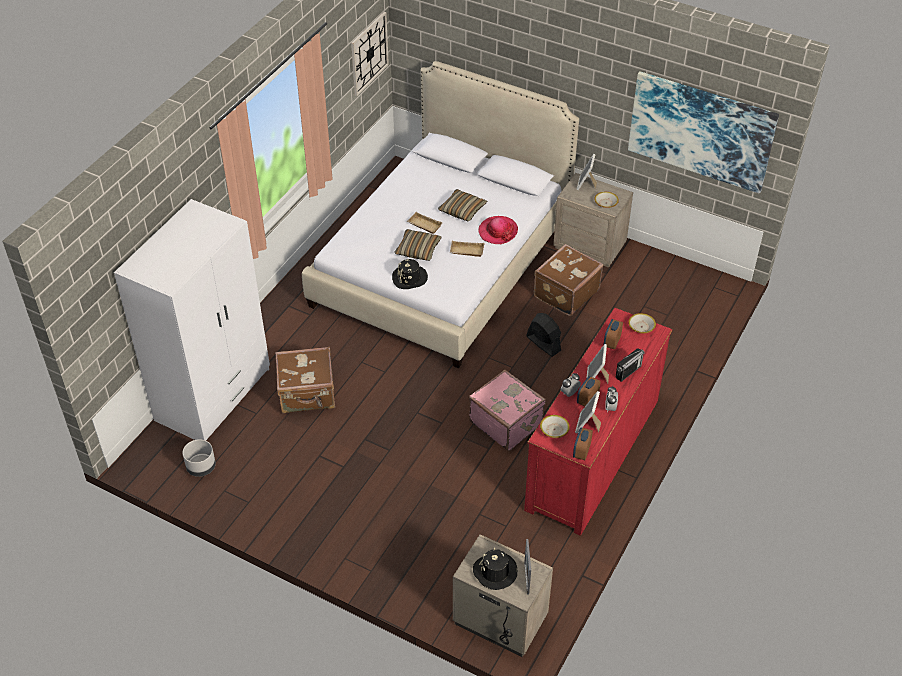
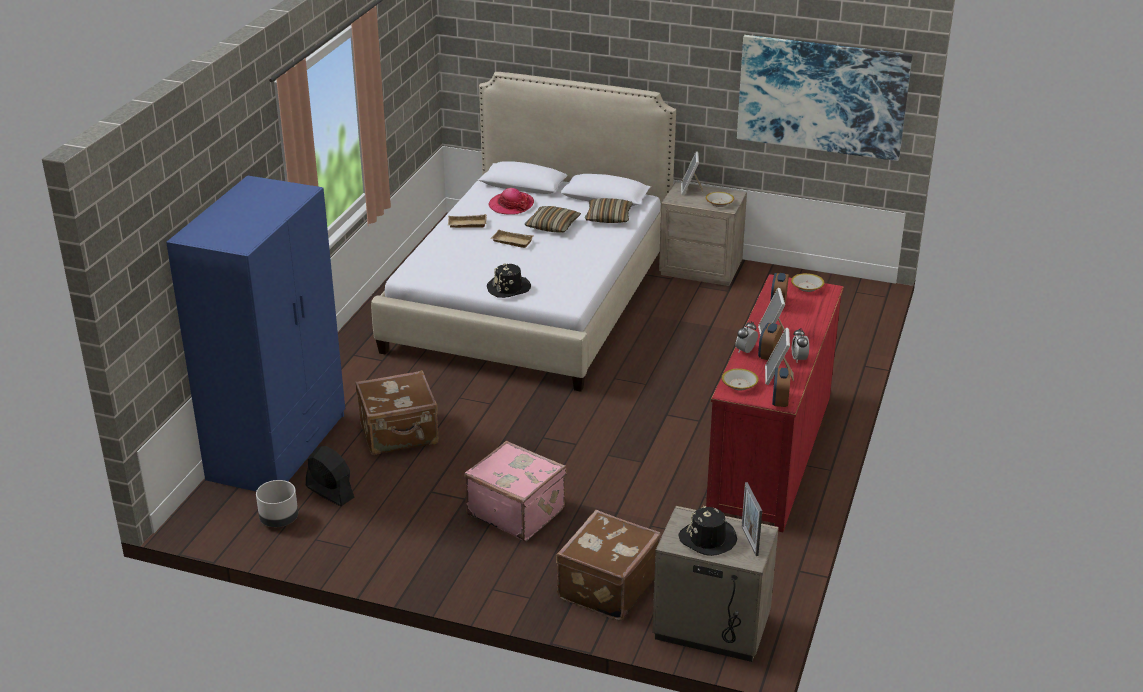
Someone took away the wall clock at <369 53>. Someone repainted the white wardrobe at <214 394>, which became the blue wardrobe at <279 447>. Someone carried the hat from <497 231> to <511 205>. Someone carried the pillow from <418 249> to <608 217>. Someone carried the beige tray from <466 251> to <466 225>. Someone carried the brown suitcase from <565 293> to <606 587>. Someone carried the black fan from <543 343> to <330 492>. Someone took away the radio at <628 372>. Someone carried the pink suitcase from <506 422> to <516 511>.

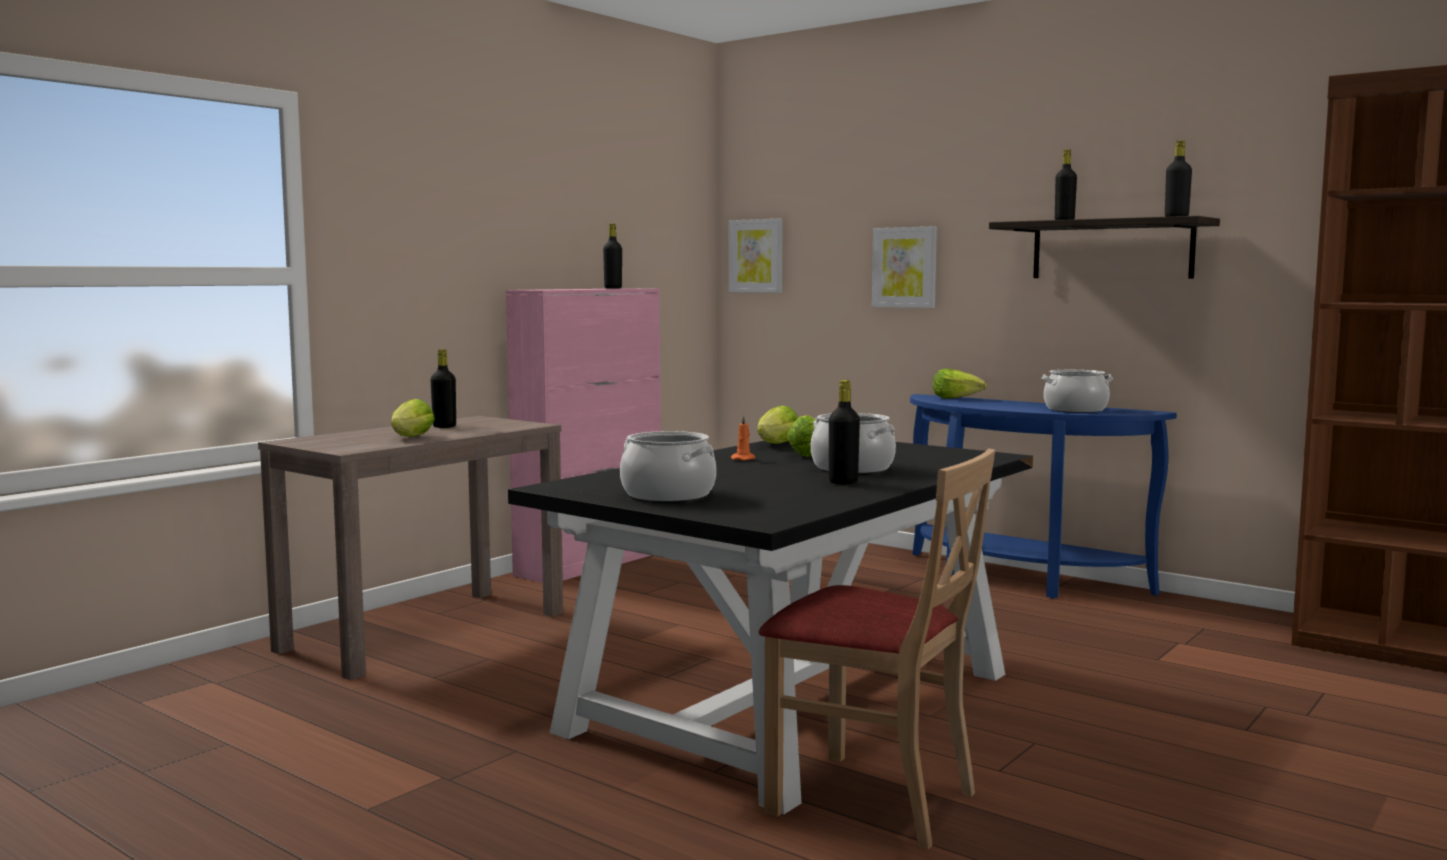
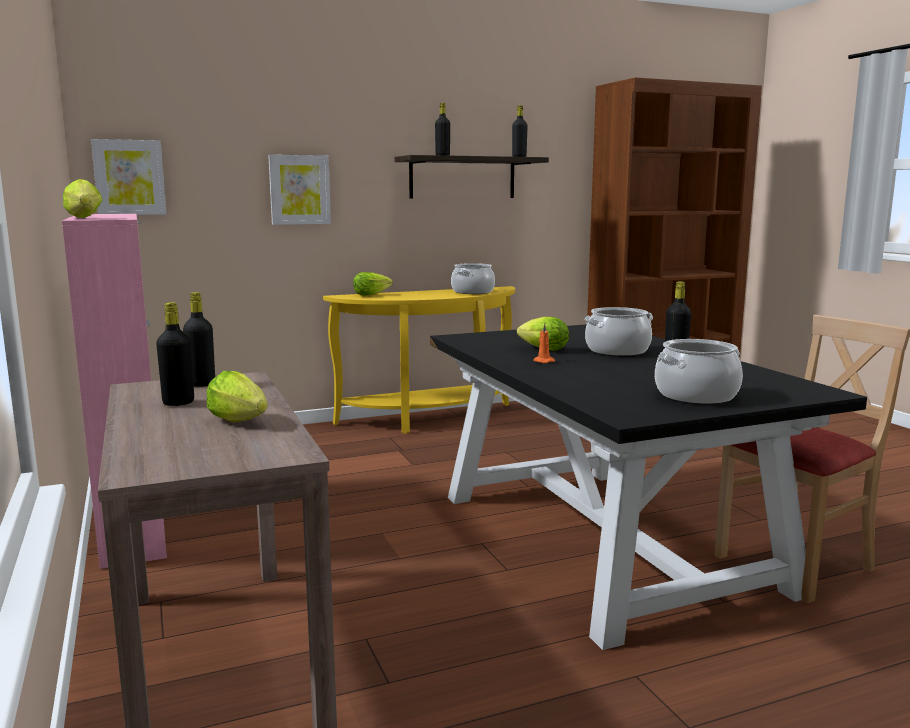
Someone carried the black bottle from <613 288> to <201 384>. Someone repainted the blue console table at <1015 580>, which became the yellow console table at <432 420>. Someone carried the lettuce from <775 445> to <85 218>.

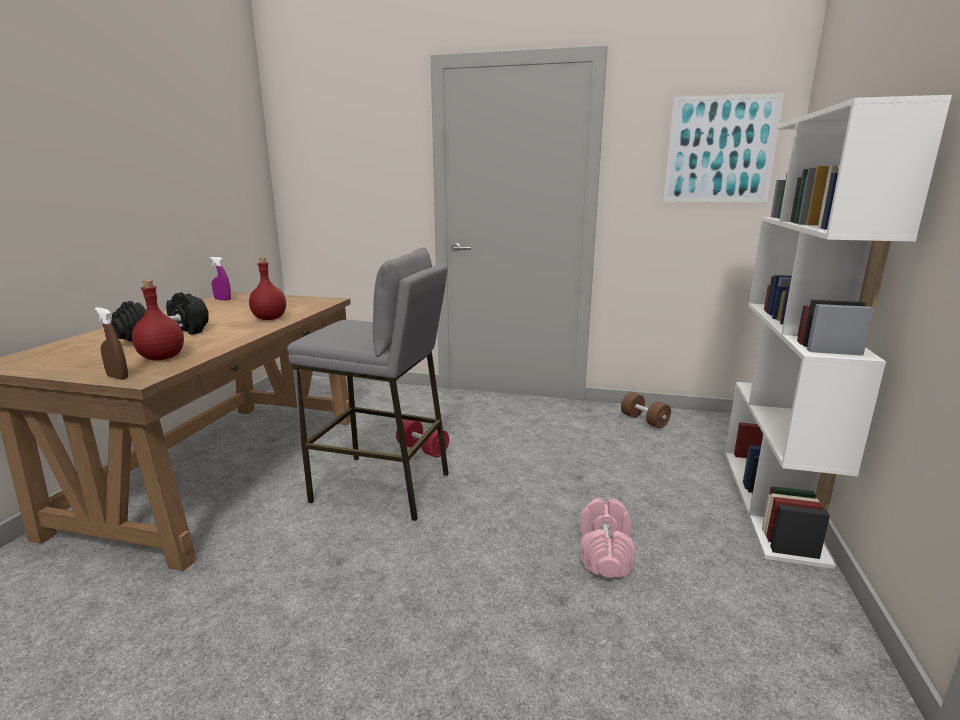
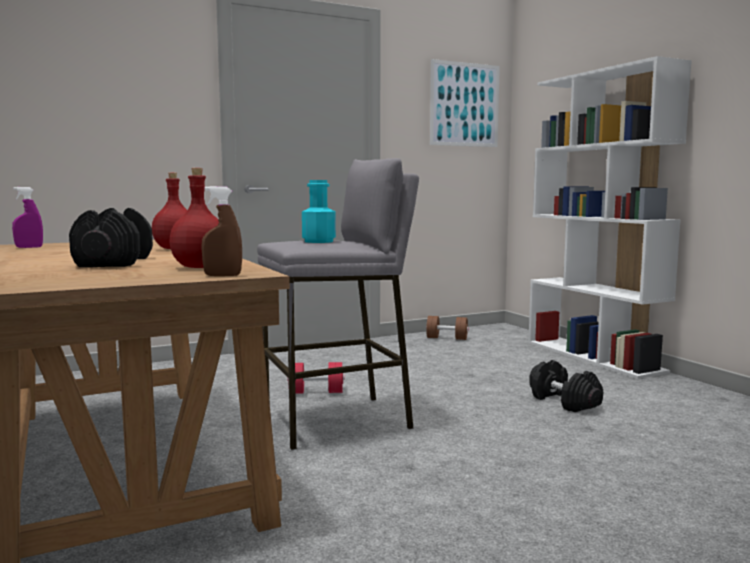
Someone repainted the pink dumbbell at <604 552>, which became the black dumbbell at <563 402>. Someone put down the turquoise bottle at <319 241>.

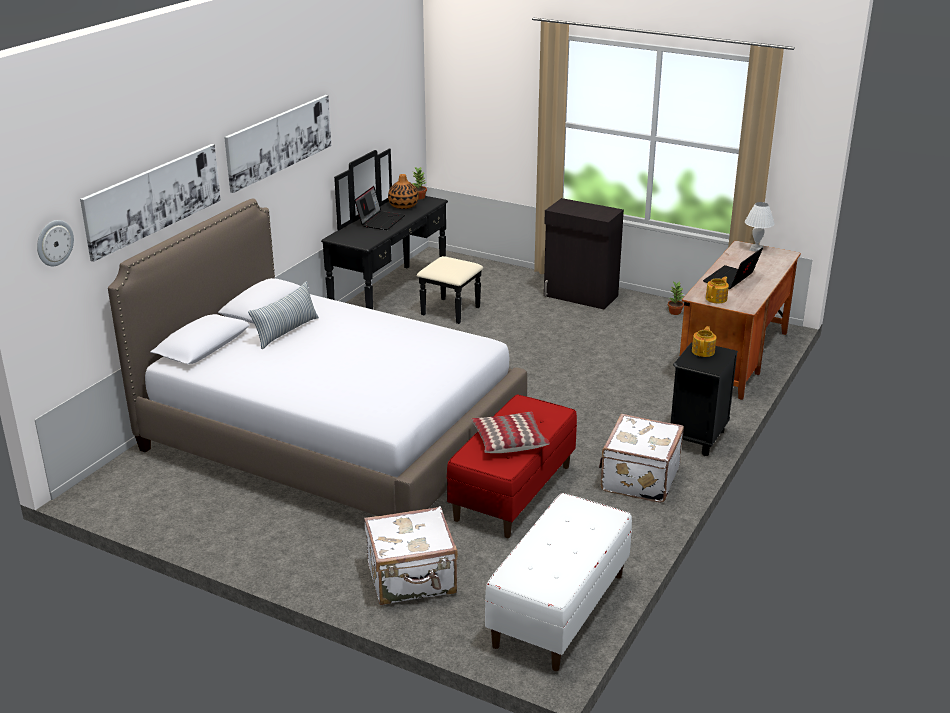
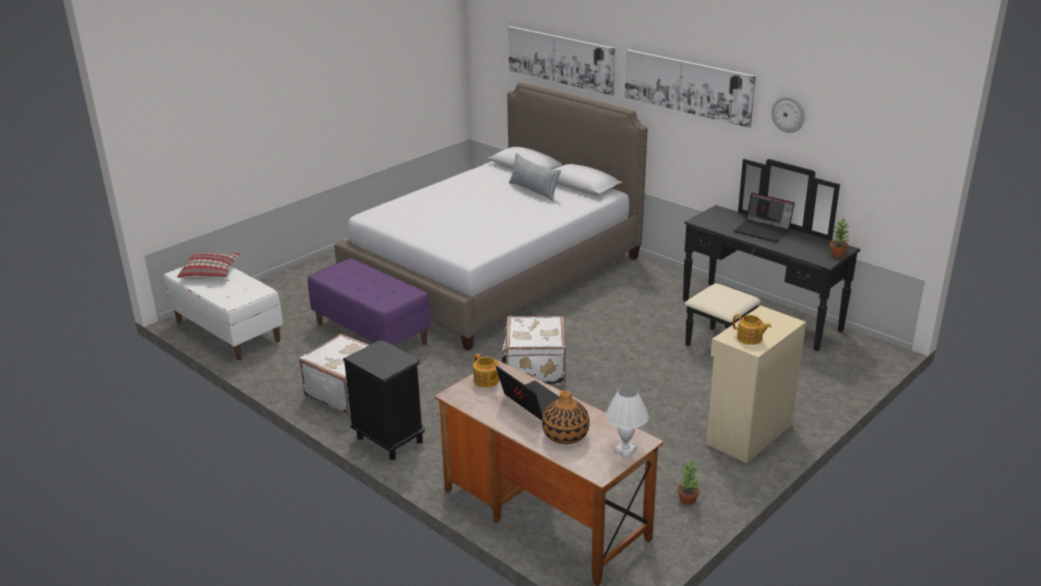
Someone carried the vase from <403 206> to <565 435>. Someone repainted the black cabinet at <580 296>, which became the beige cabinet at <748 433>. Someone carried the wall clock from <54 242> to <788 114>. Someone carried the teapot from <703 351> to <750 339>. Someone repainted the red bench at <512 492>, which became the purple bench at <372 333>. Someone carried the pillow from <509 440> to <211 272>. Someone carried the white suitcase from <412 580> to <534 370>.

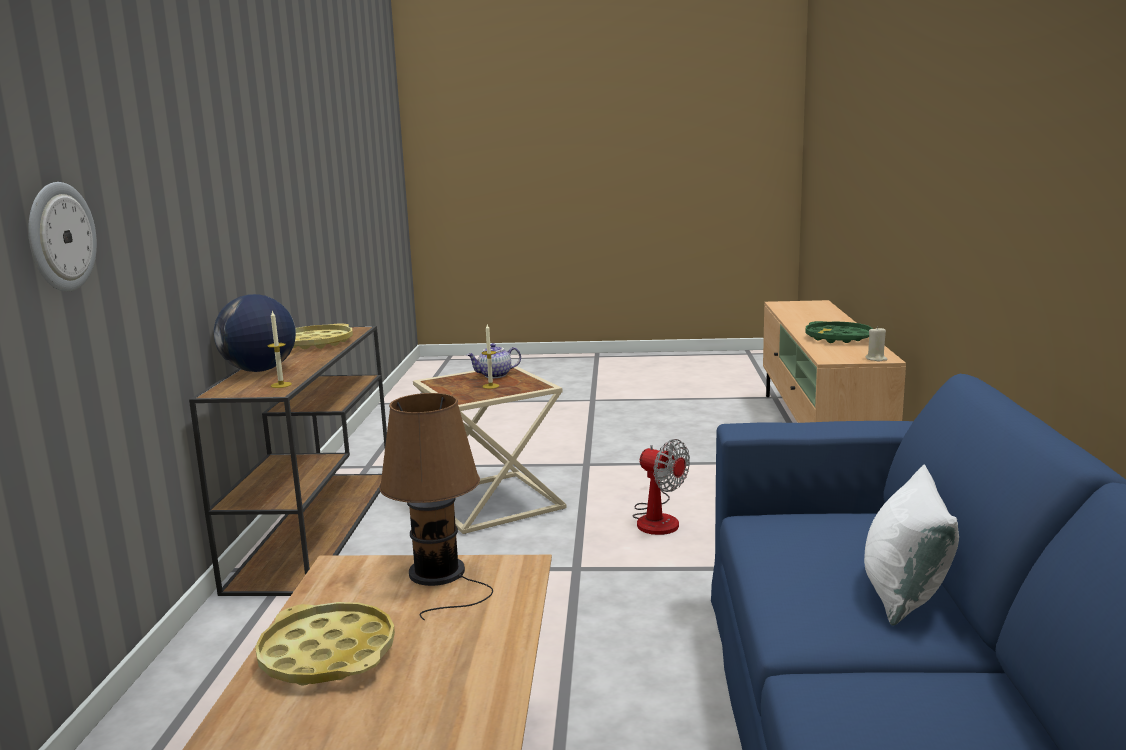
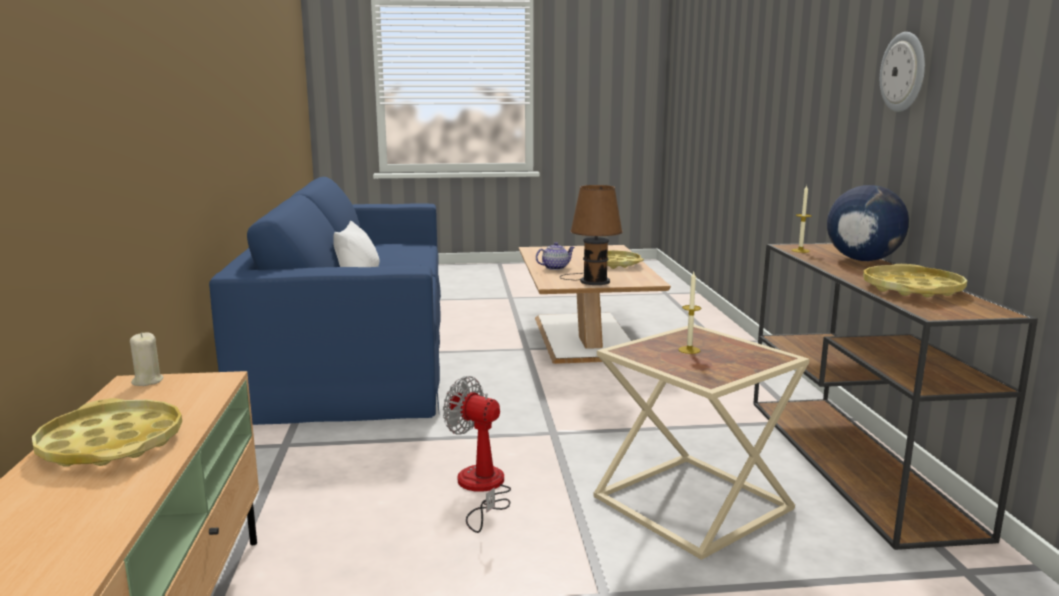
Someone carried the wall clock from <60 237> to <904 72>. Someone repainted the green tray at <838 338>, which became the yellow tray at <112 443>. Someone carried the teapot from <495 375> to <555 268>.

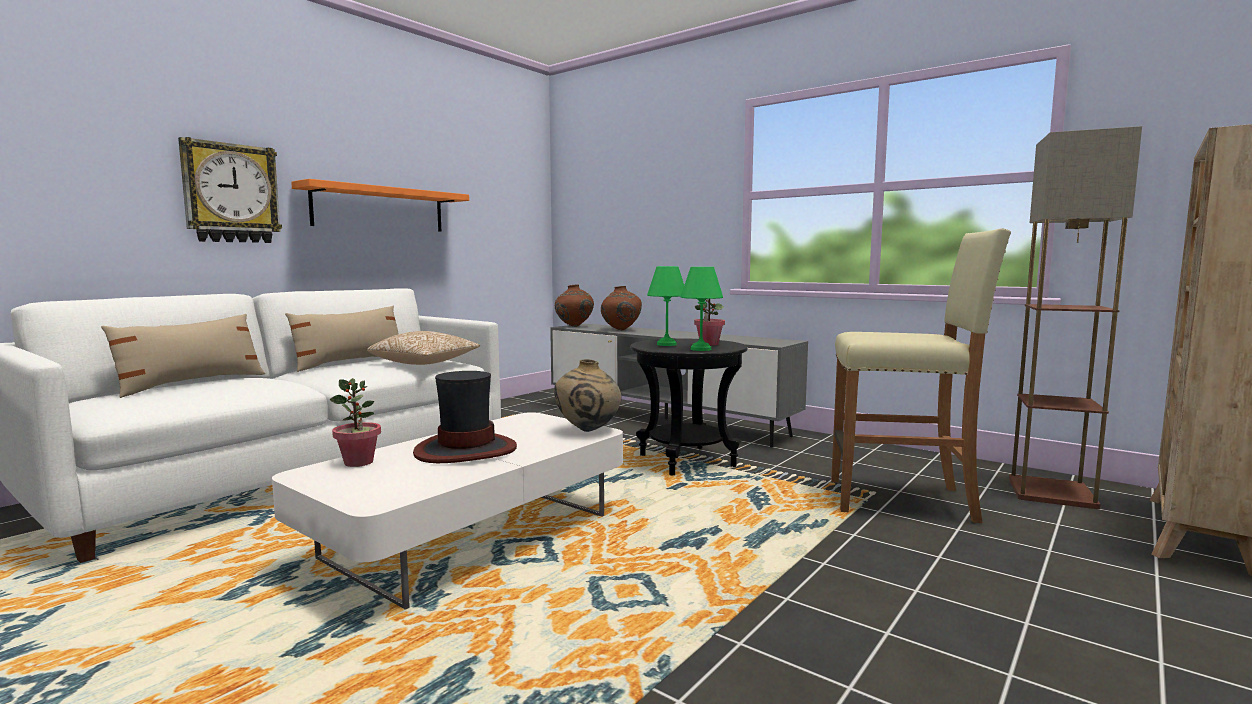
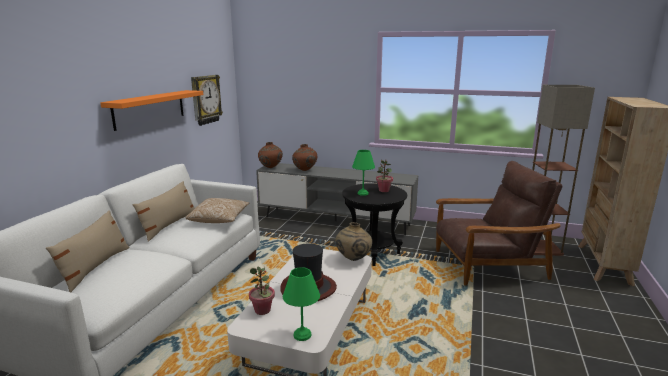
Someone carried the wall clock from <231 193> to <205 99>. Someone swapped the beige stool at <902 500> for the brown armchair at <487 264>. Someone carried the green table lamp from <700 349> to <302 335>.

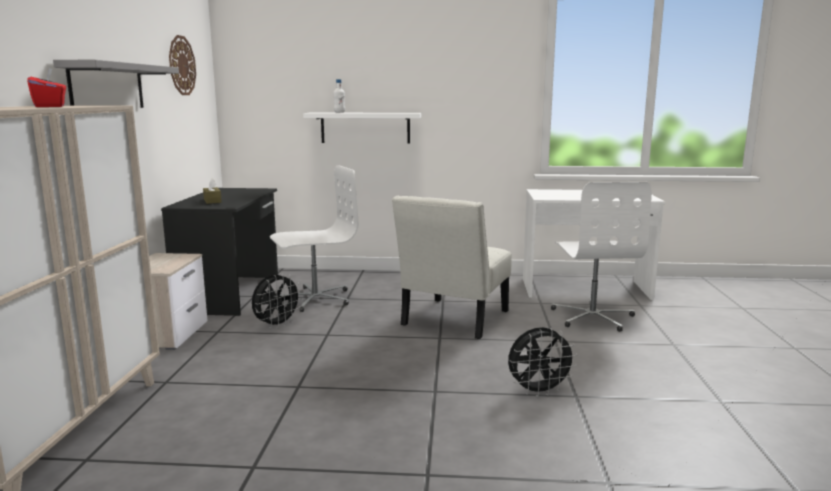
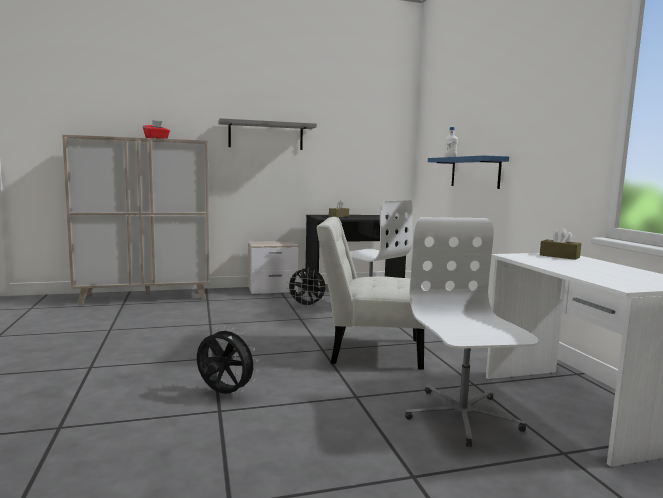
Someone took away the wall clock at <181 65>. Someone repainted the white shelf at <365 128>, which became the blue shelf at <475 172>. Someone rotated the white office chair at <592 317> by 105 degrees clockwise. Someone rotated the black fan at <538 391> by 150 degrees clockwise. Someone put down the brown tissue box at <559 256>.

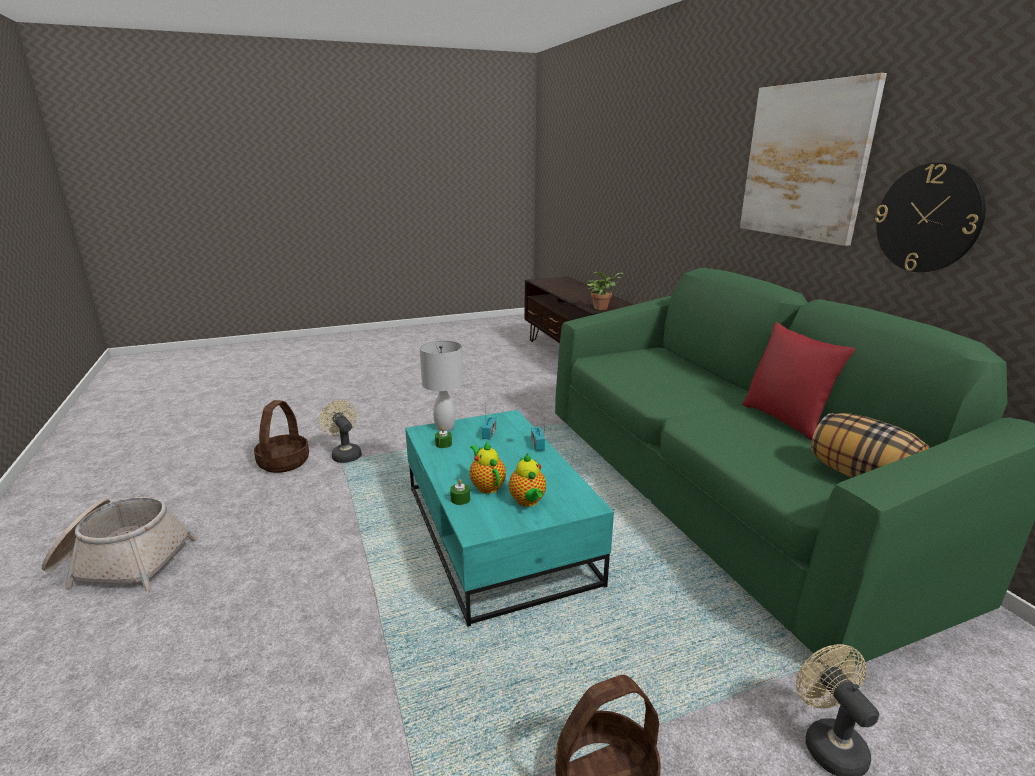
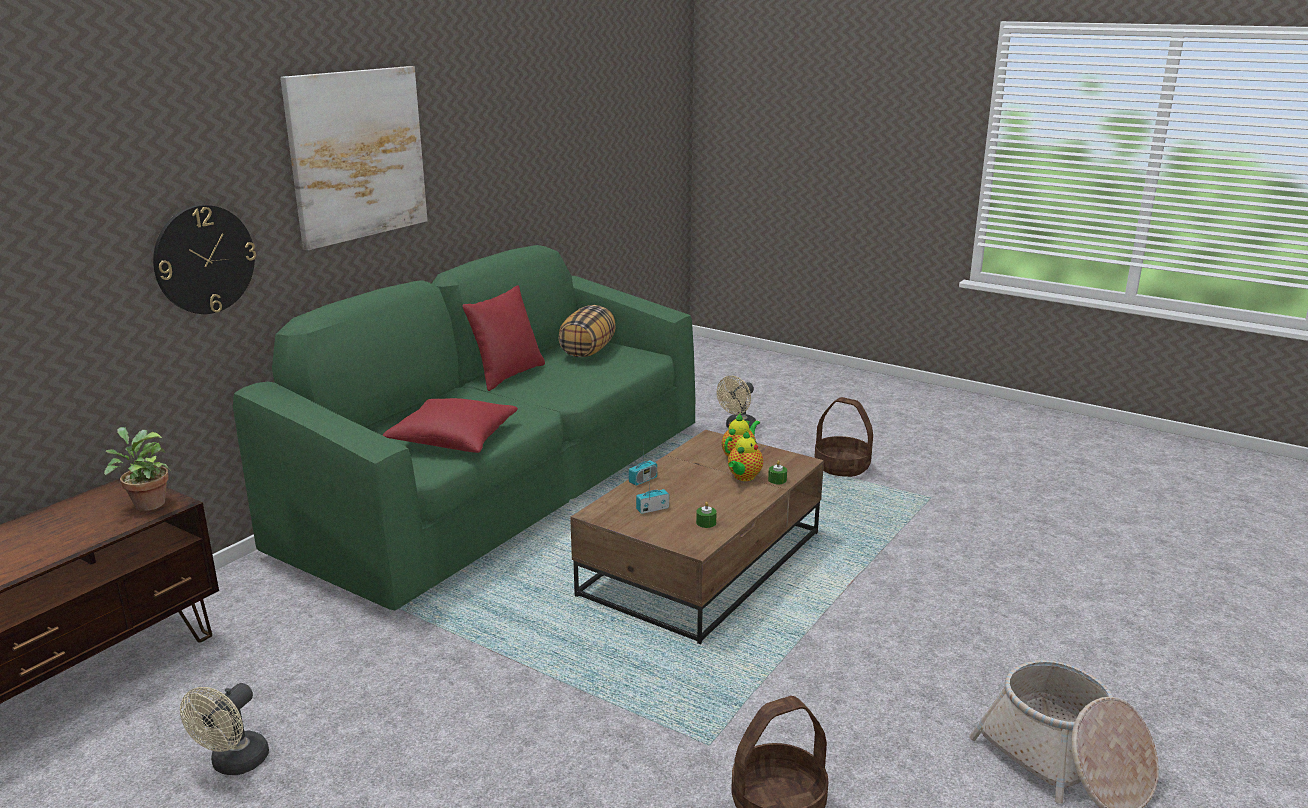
Someone carried the wall clock from <928 218> to <204 259>. Someone took away the white table lamp at <444 427>. Someone carried the beige fan from <345 454> to <234 764>. Someone repainted the turquoise coffee table at <498 534>, which became the brown coffee table at <702 562>. Someone put down the red pillow at <453 440>.

